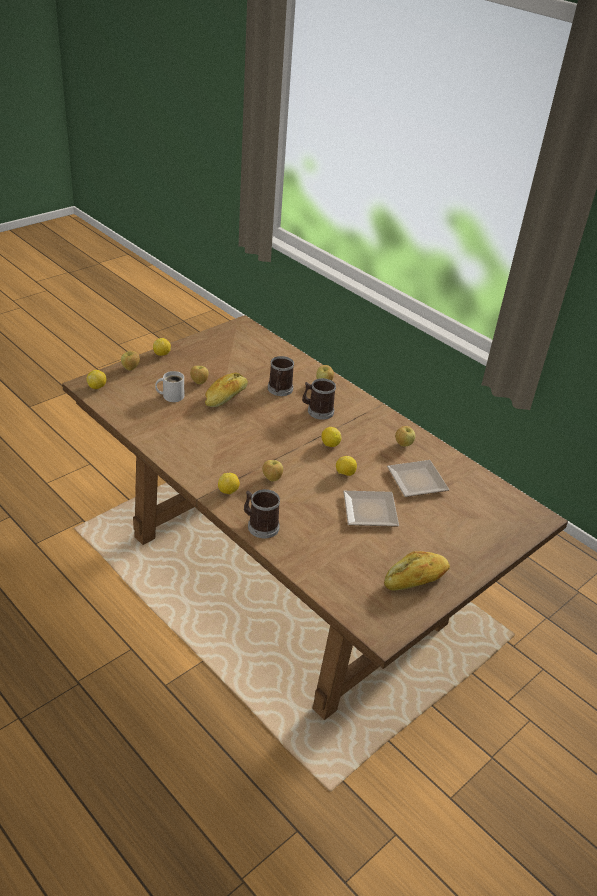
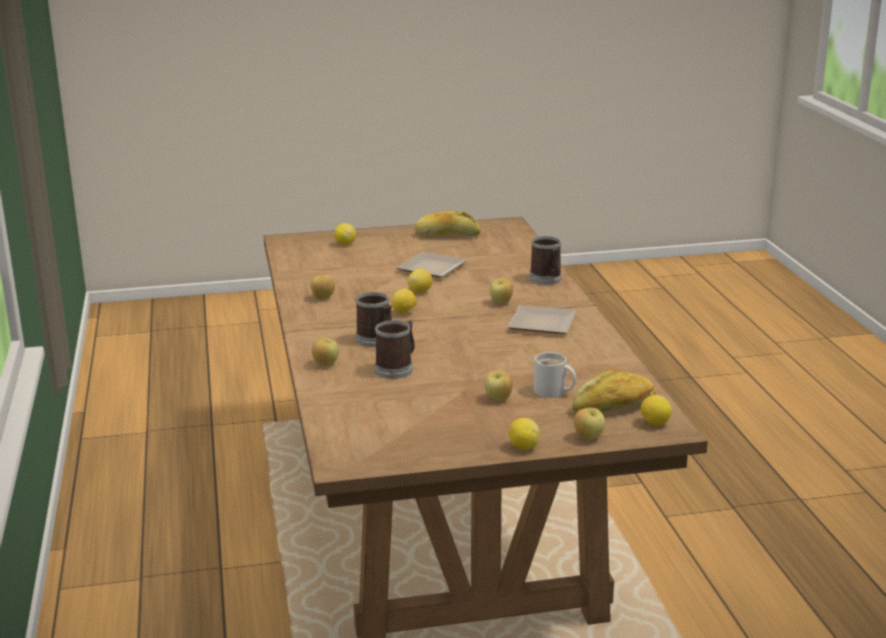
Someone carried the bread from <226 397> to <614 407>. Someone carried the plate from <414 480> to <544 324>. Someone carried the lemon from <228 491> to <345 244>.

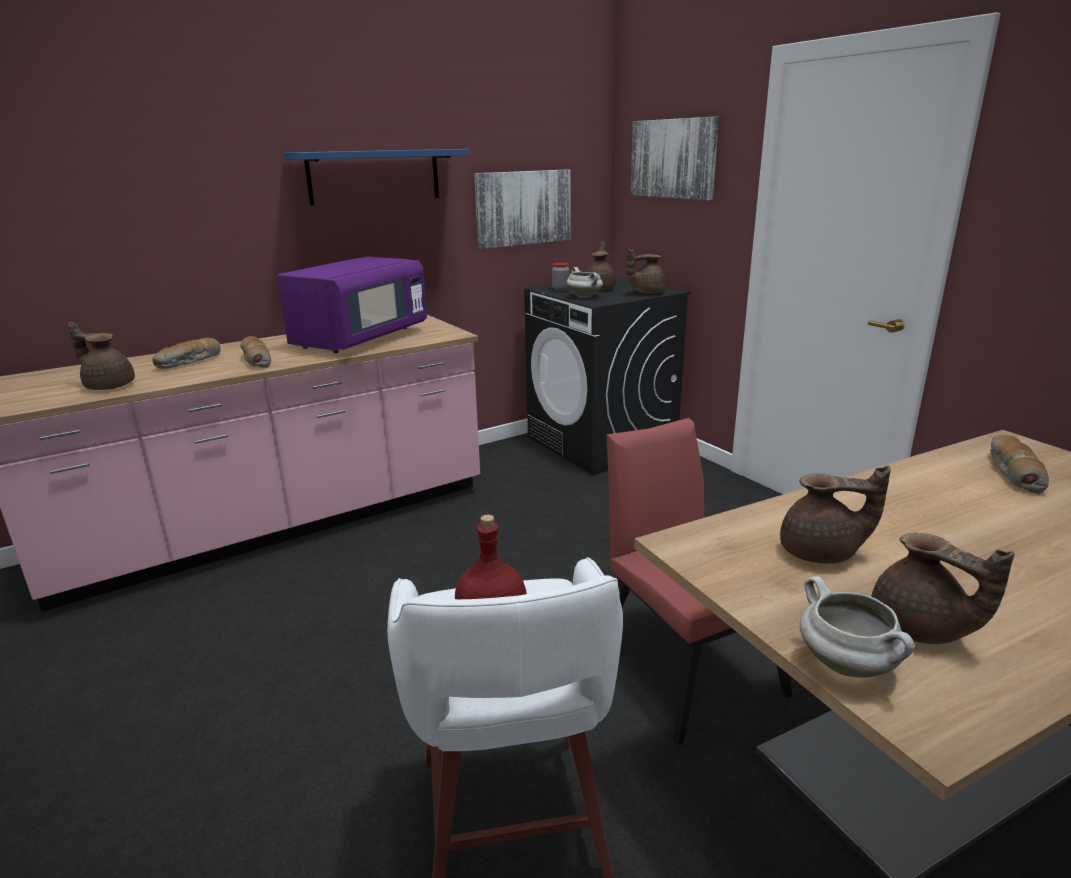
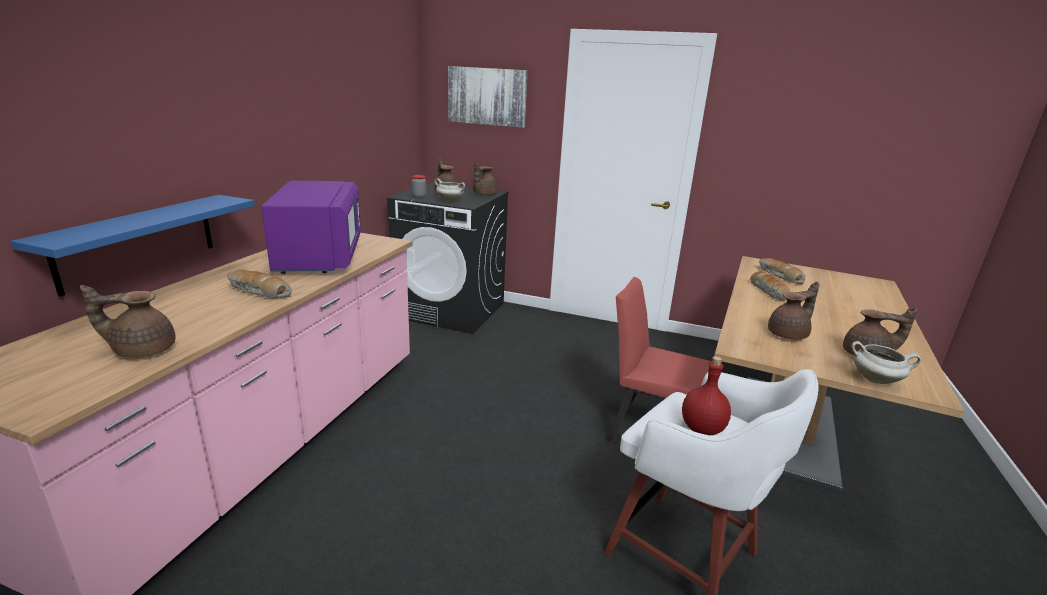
Someone carried the blue shelf from <374 176> to <138 241>. Someone took away the picture at <523 208>. Someone carried the bread from <190 362> to <769 292>.

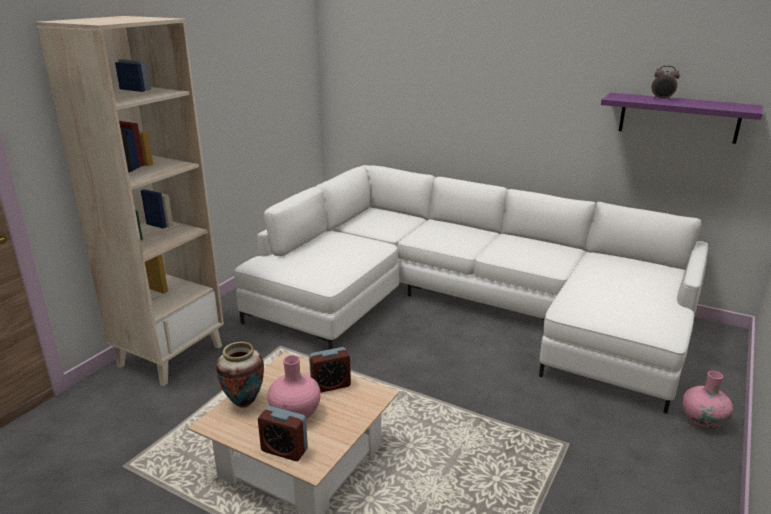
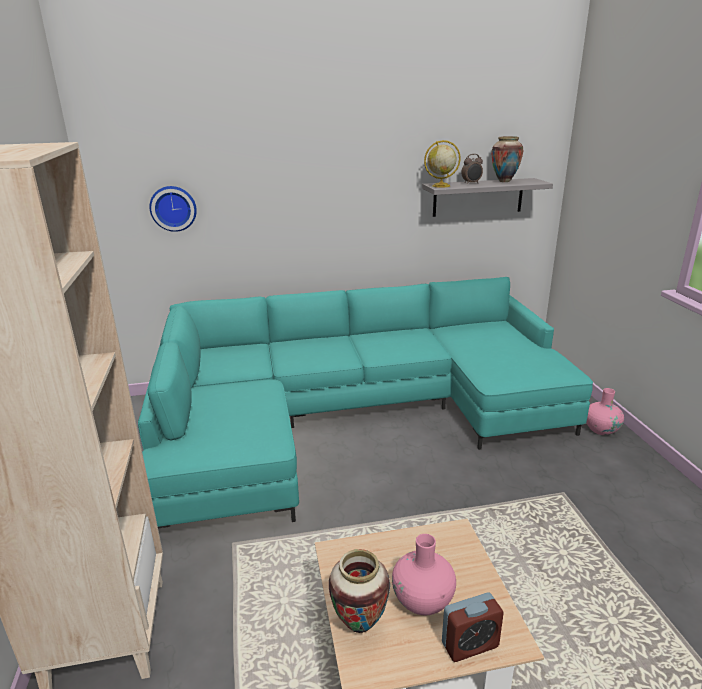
Someone repainted the purple shelf at <678 117>, which became the grey shelf at <478 197>. Someone repainted the white sofa at <464 306>, which became the turquoise sofa at <351 416>. Someone took away the alarm clock at <330 385>. Someone put down the vase at <504 181>. Someone put down the globe at <440 186>. Someone put up the wall clock at <173 208>.

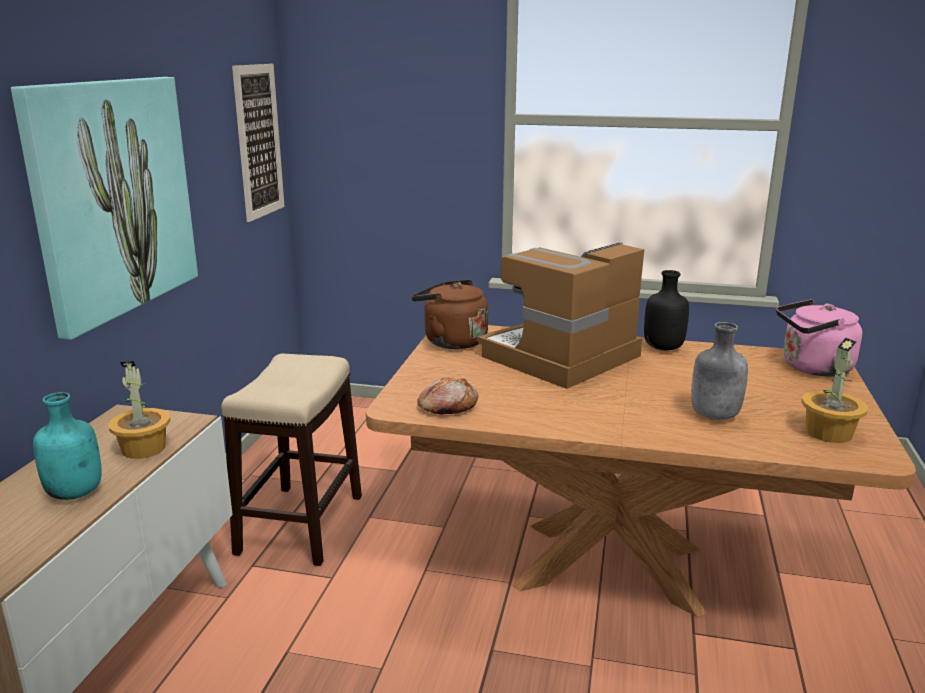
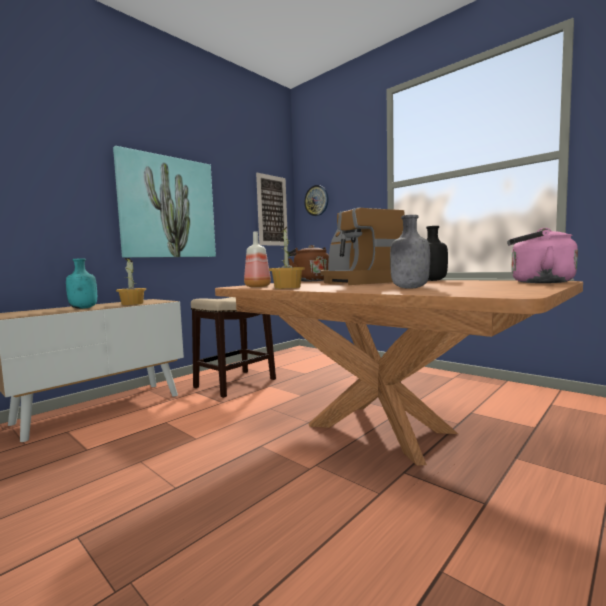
Someone rotated the coffee machine at <561 357> by 105 degrees counterclockwise. Someone carried the potted plant from <829 432> to <288 287>. Someone swapped the bread at <447 406> for the bottle at <257 286>. Someone put up the wall clock at <316 200>.

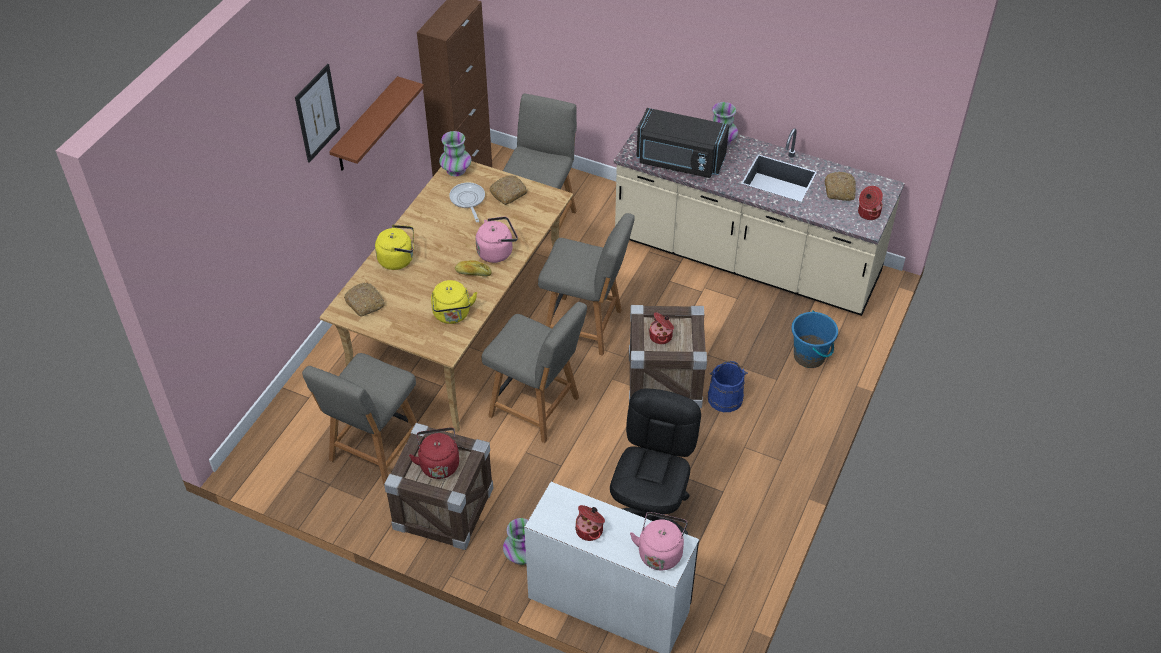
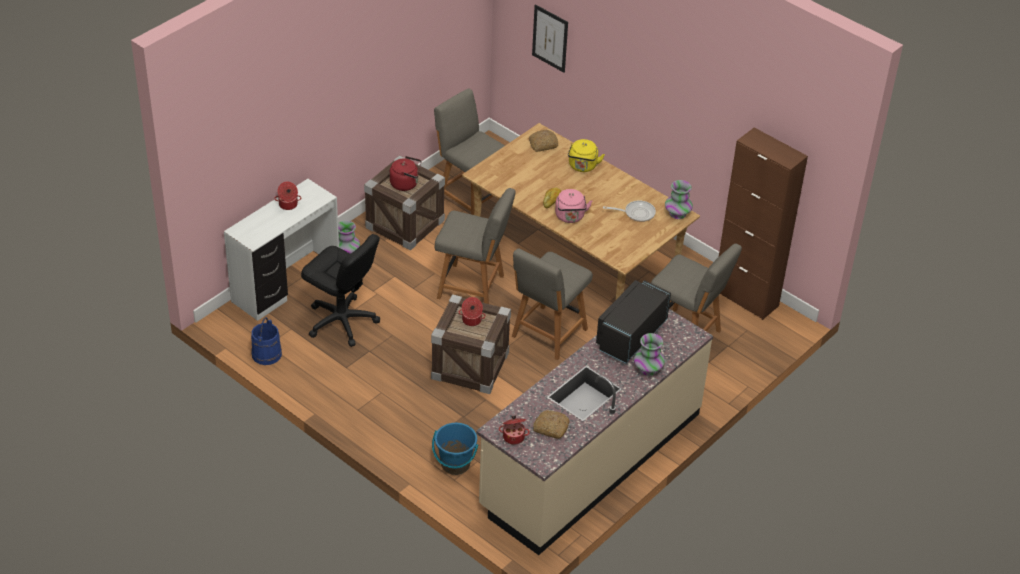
Someone carried the picture from <317 113> to <550 38>. Someone took away the brown shelf at <366 126>. Someone took away the bread at <508 193>. Someone took away the yellow kettle at <452 315>. Someone rotated the grey chair at <537 408> by 120 degrees counterclockwise. Someone carried the blue bucket from <725 398> to <267 354>. Someone took away the pink kettle at <660 552>.

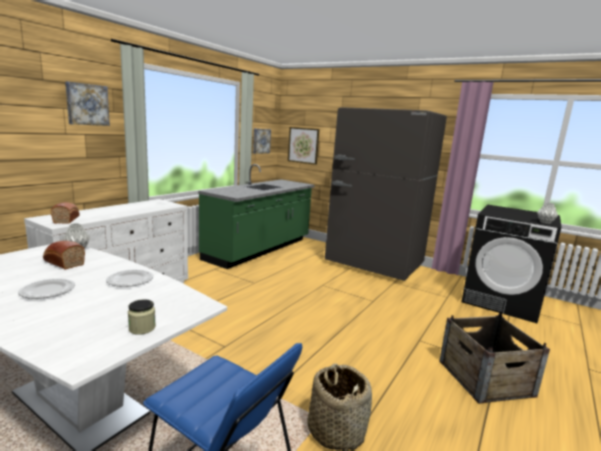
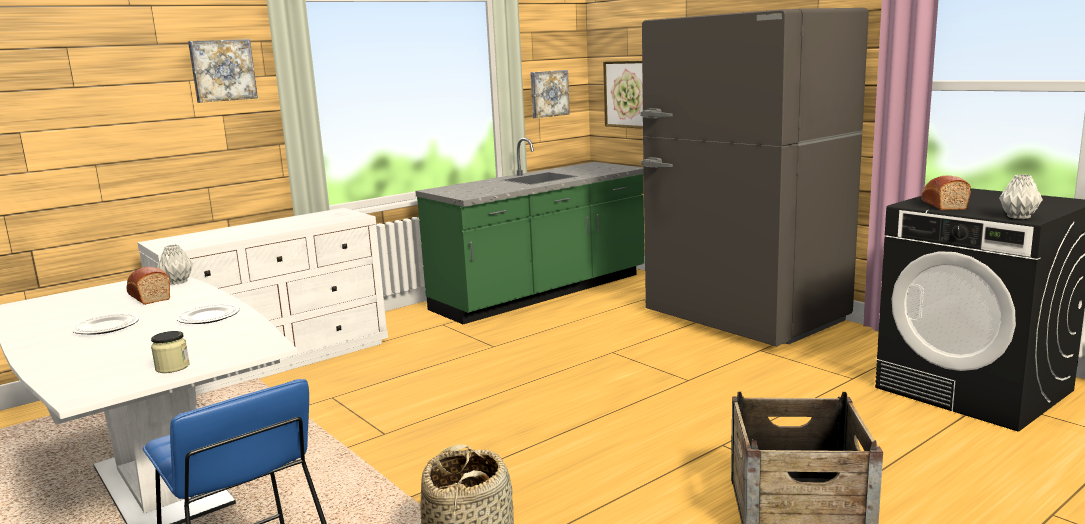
Someone carried the bread from <67 219> to <942 205>.

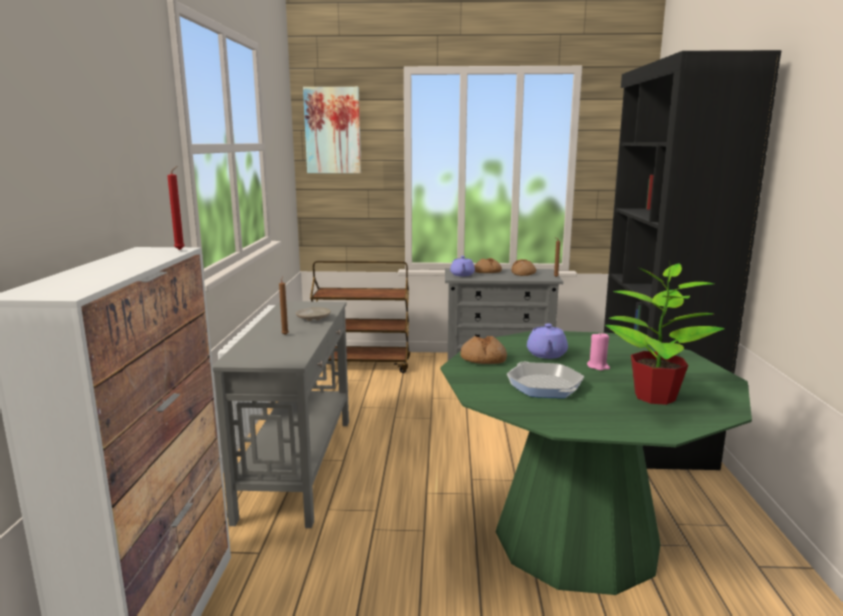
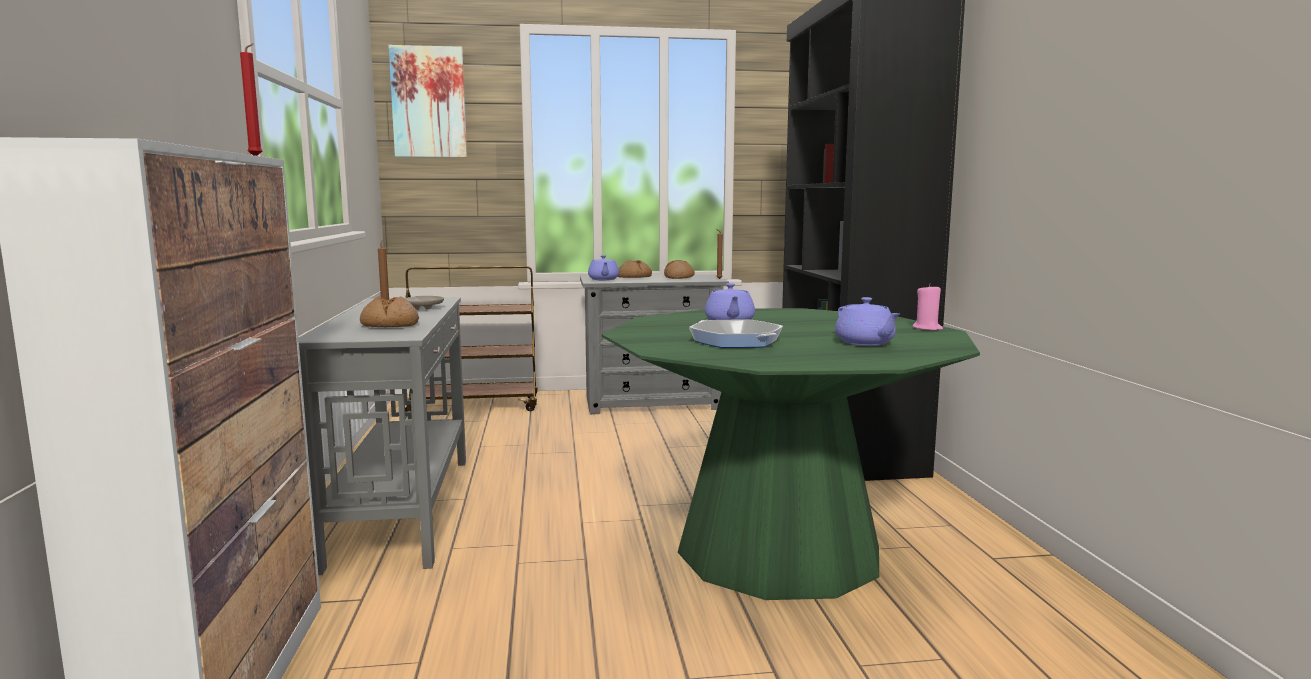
Someone swapped the potted plant at <653 396> for the purple teapot at <865 343>. Someone carried the pink candle from <598 366> to <927 328>. Someone carried the bread from <483 359> to <389 325>.

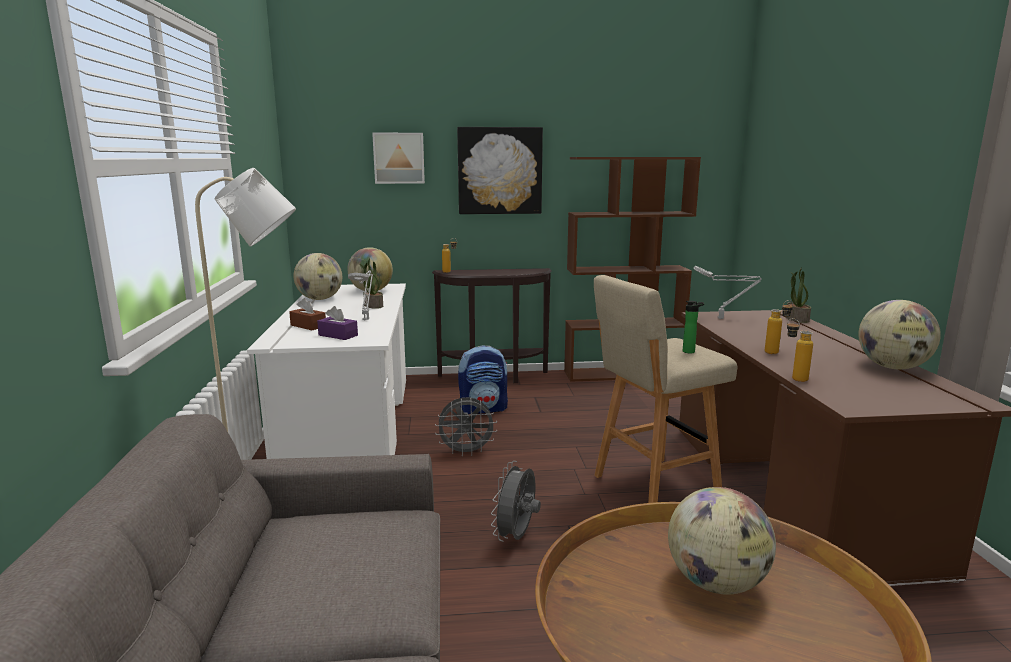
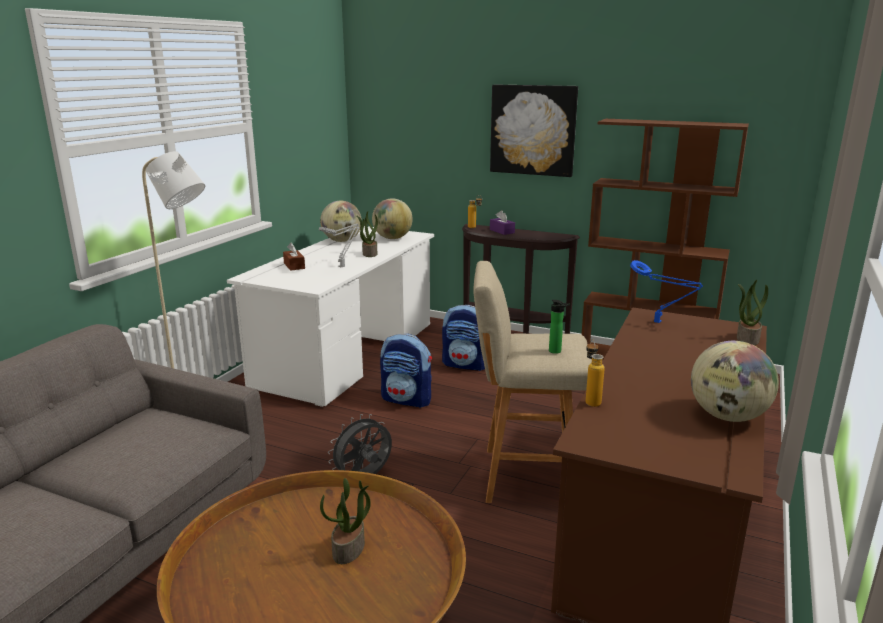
Someone took away the picture at <399 158>. Someone repainted the grey table lamp at <722 318>, which became the blue table lamp at <660 323>. Someone took away the bottle at <776 352>. Someone carried the purple tissue box from <338 335> to <502 231>. Someone swapped the grey fan at <466 452> for the backpack at <407 399>. Someone swapped the globe at <716 583> for the potted plant at <349 549>.

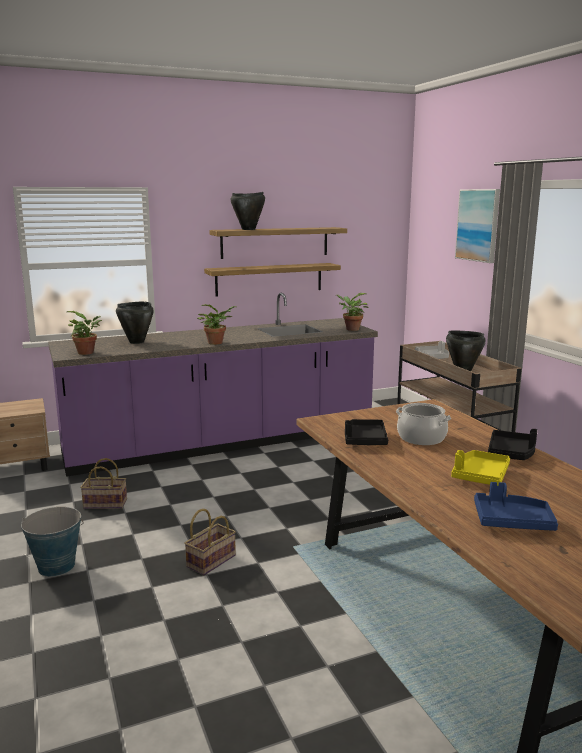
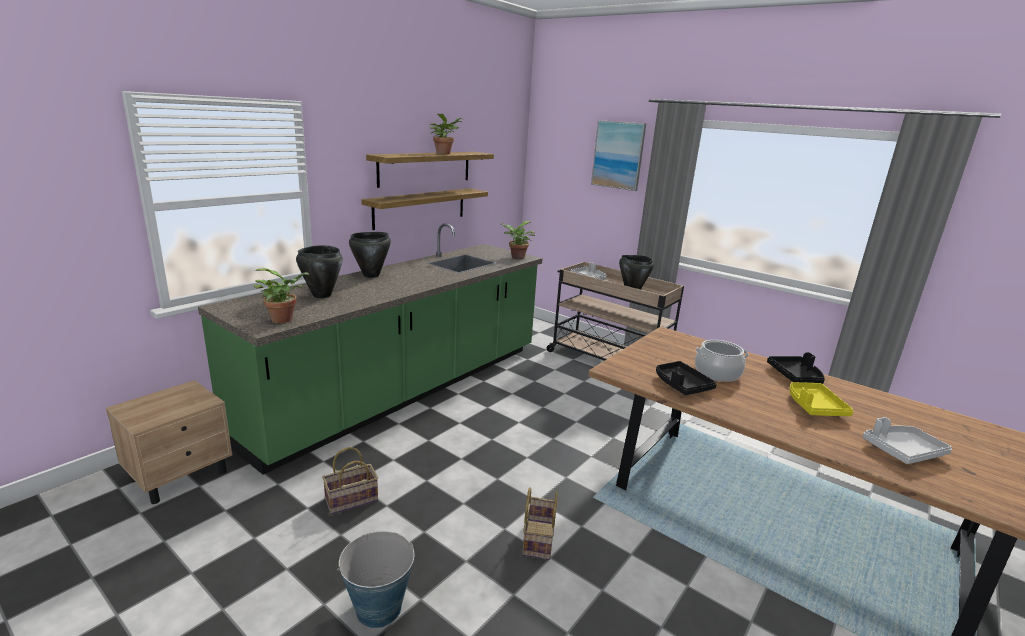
Someone carried the black cooking pot from <248 229> to <371 275>. Someone repainted the purple counter at <222 443>, which became the green counter at <404 390>. Someone carried the potted plant from <217 342> to <444 153>. Someone repainted the blue tray at <512 521>, which became the grey tray at <902 451>.

